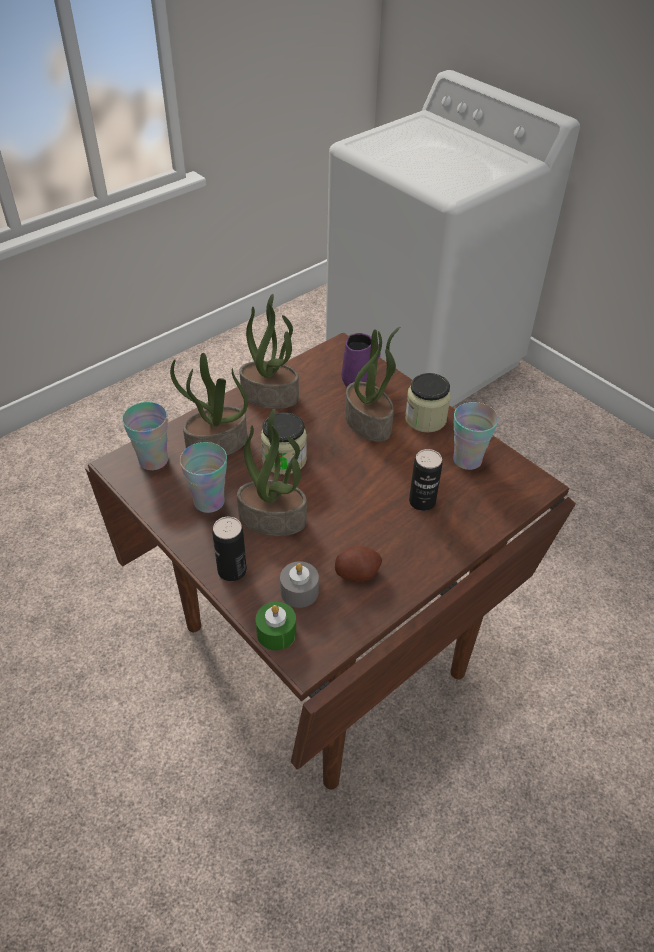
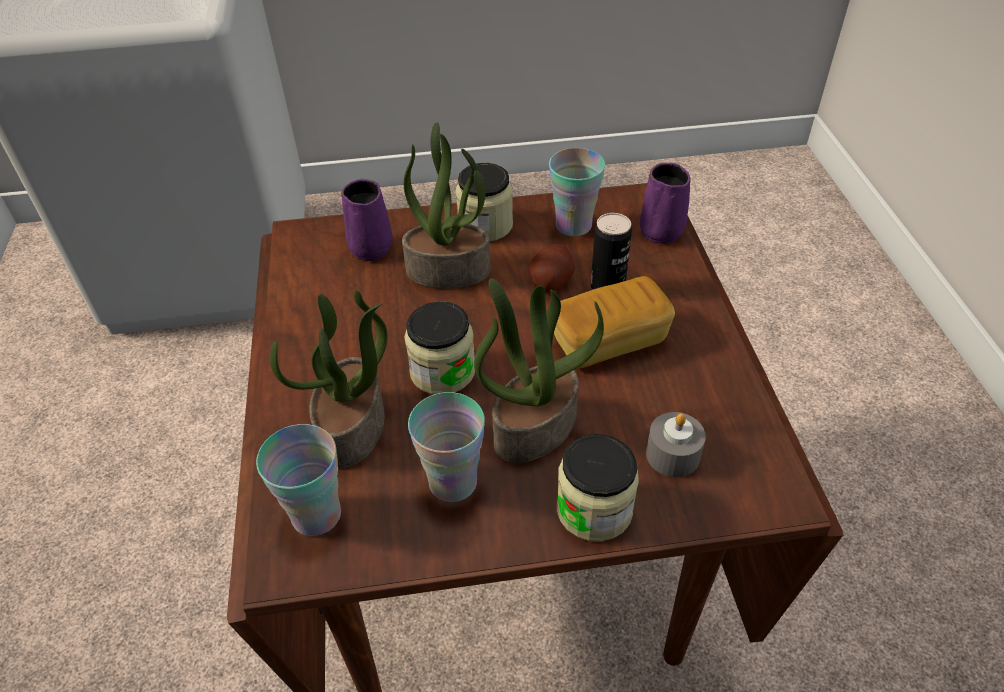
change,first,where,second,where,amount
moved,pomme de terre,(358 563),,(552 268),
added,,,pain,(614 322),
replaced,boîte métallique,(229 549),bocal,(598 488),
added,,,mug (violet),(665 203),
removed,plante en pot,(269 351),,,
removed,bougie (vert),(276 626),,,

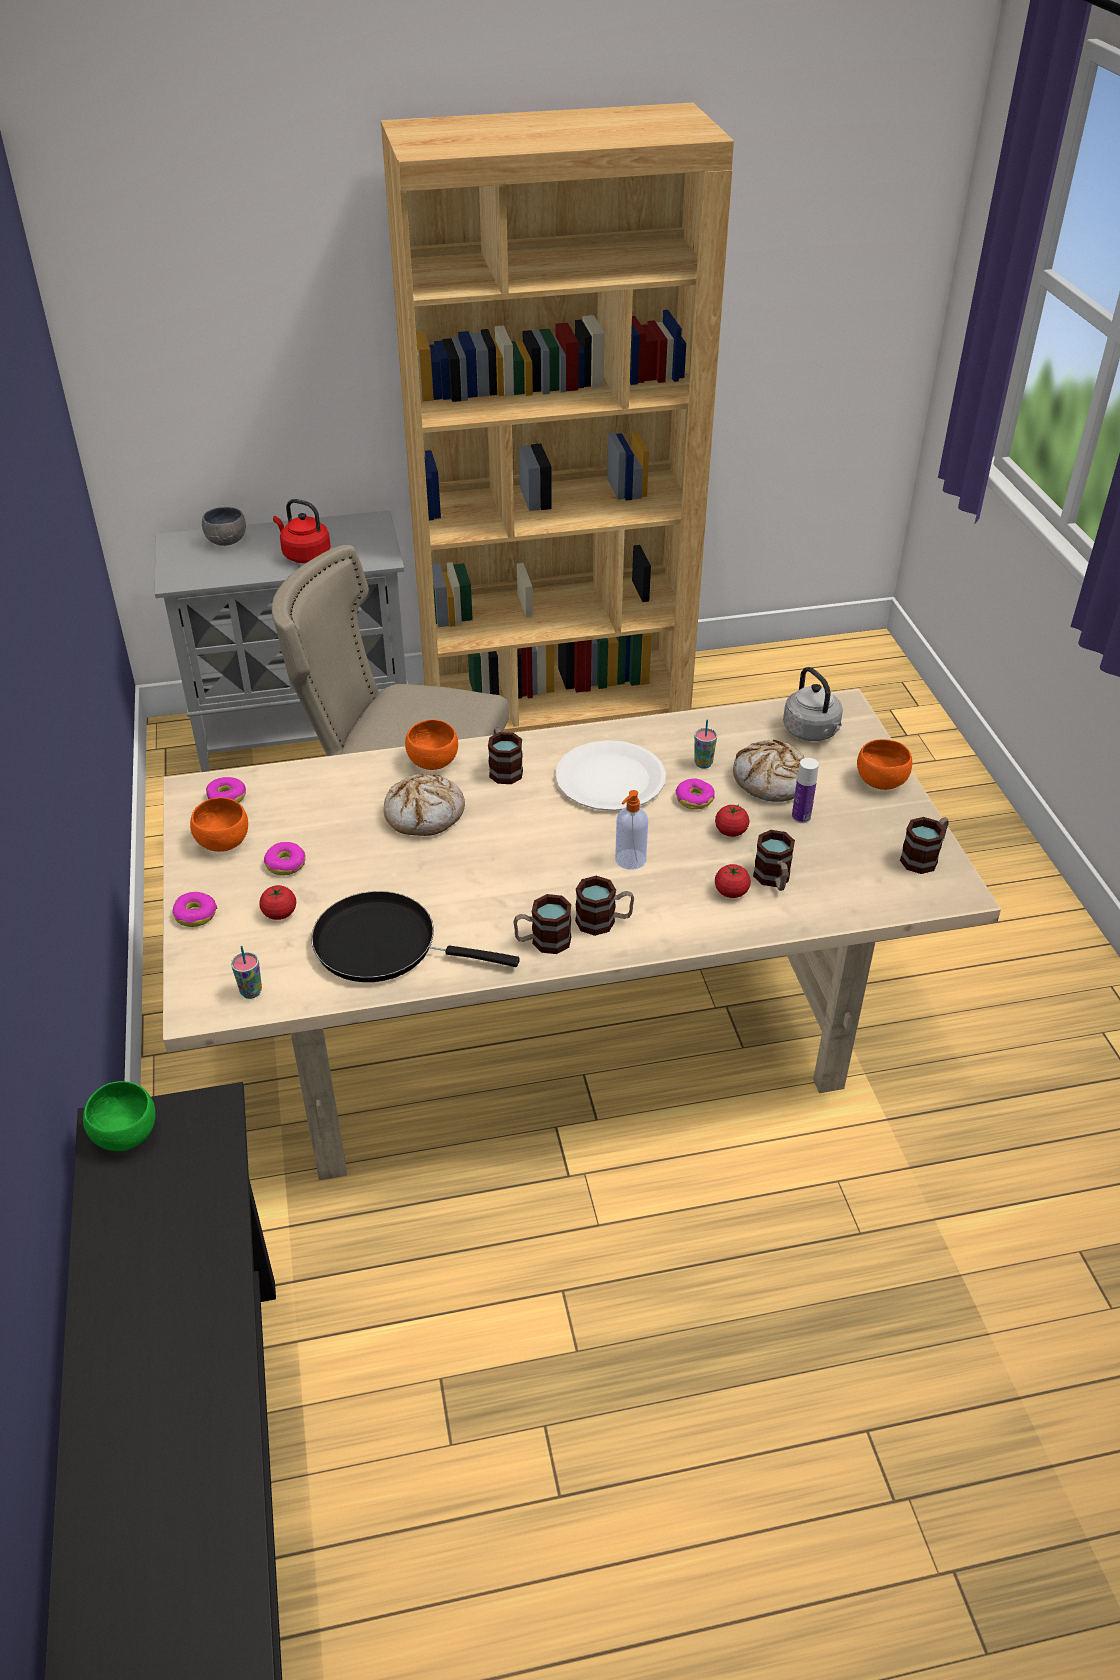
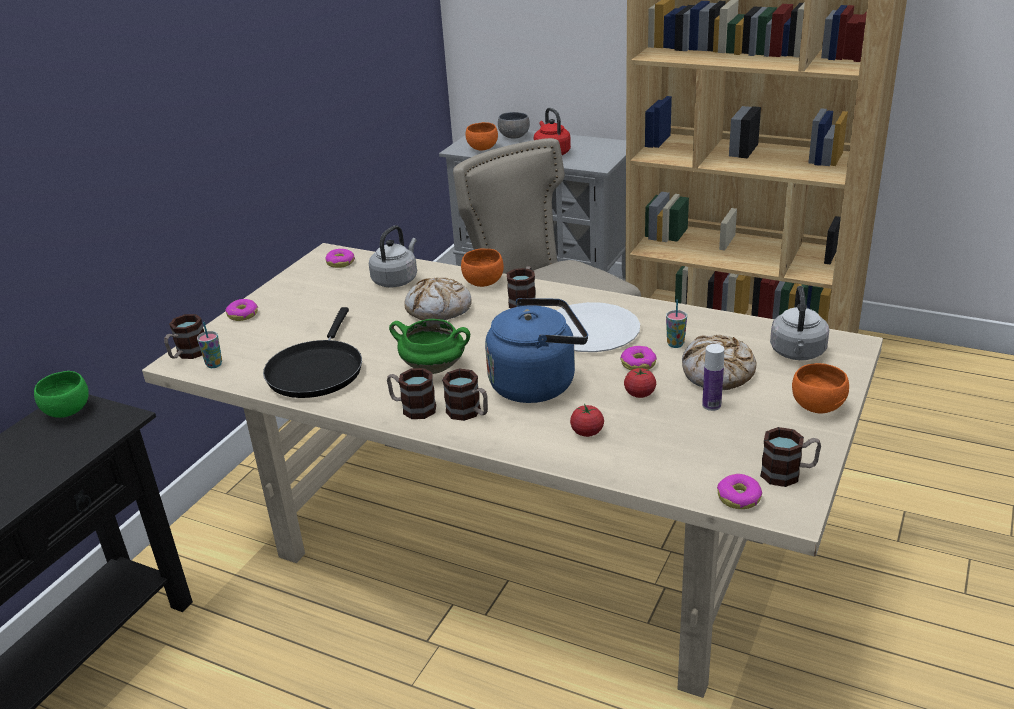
change,first,where,second,where,amount
moved,mug,(774 860),,(184 336),
turned,poêle (noir),(415 936),,(312 352),135 degrees counterclockwise
added,,,bouilloire (gris),(393 256),
added,,,marmite (vert),(429 346),
moved,bol (orange),(219 824),,(482 136),
replaced,distributeur de savon,(631 830),bouilloire (bleu),(536 350),
moved,beignet,(284 859),,(739 491),
removed,tomate,(277 902),,,

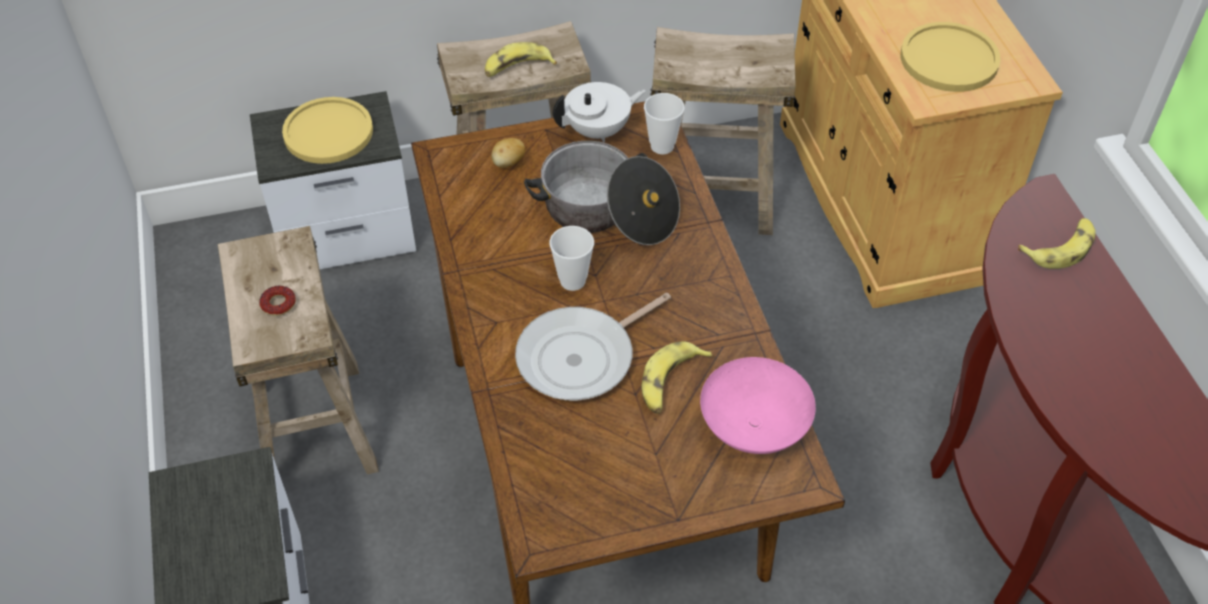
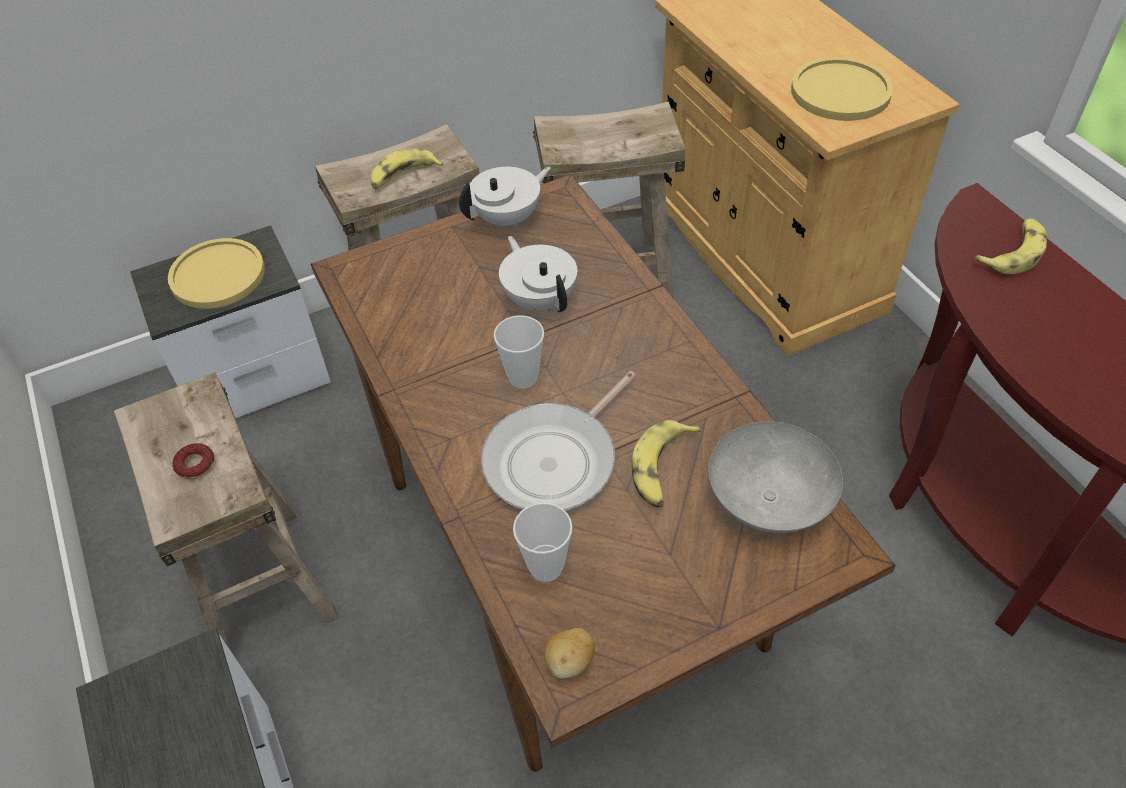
change,first,where,second,where,amount
replaced,marmite,(602 193),théière (blanc),(538 274),
moved,tasse,(664 123),,(542 542),
moved,pomme de terre,(508 153),,(569 653),
recoloured,bol (rose),(758 405),bol (gris),(775 477),

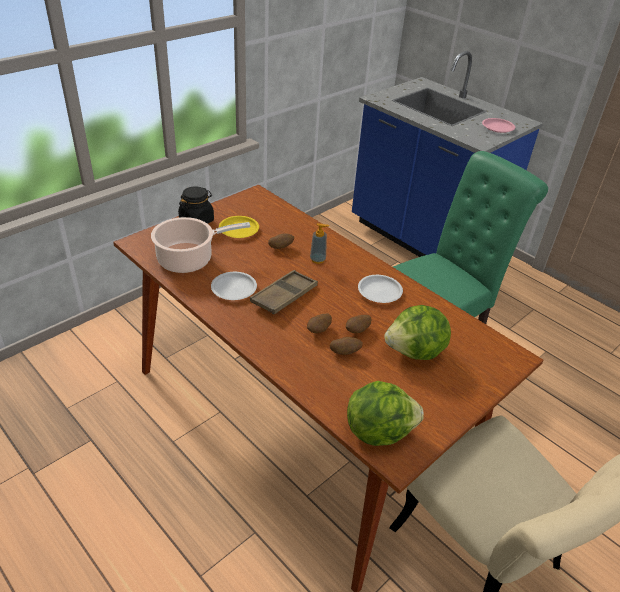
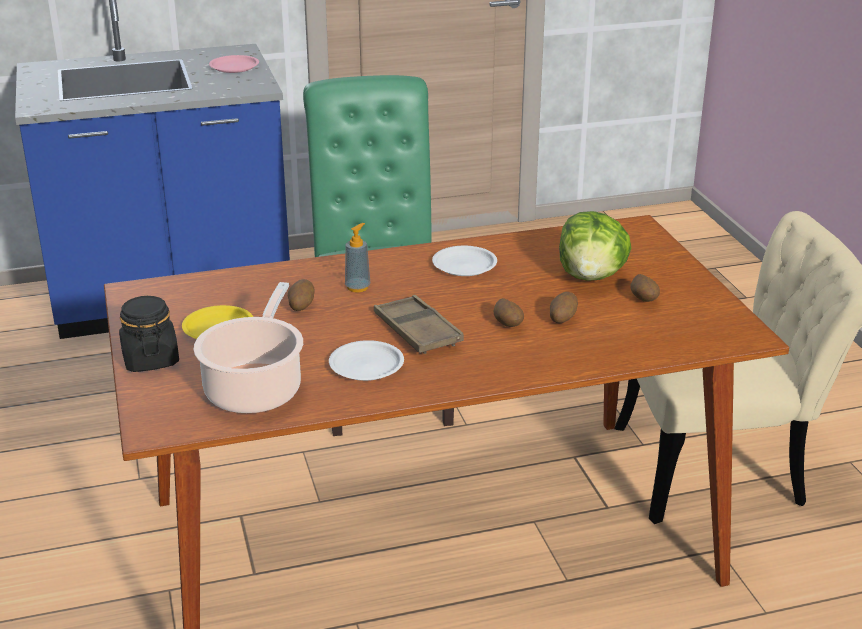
change,first,where,second,where,amount
moved,pomme de terre,(359 324),,(645 288),
removed,laitue,(385 413),,,

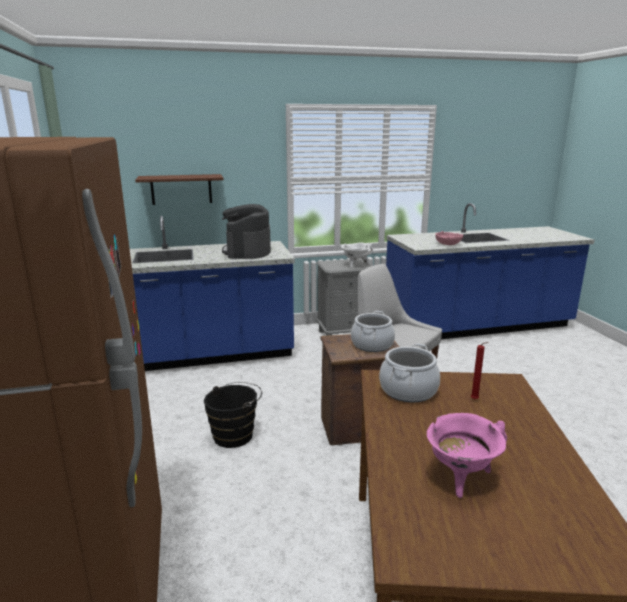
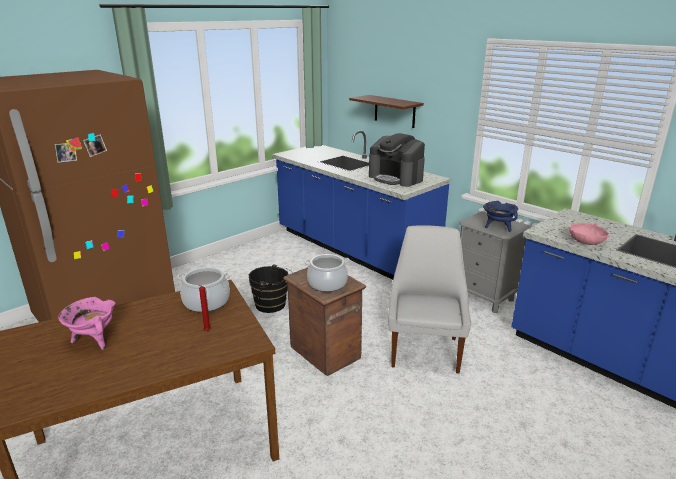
change,first,where,second,where,amount
turned,machine à café,(246 231),,(397 160),105 degrees counterclockwise
recoloured,marmite (blanc),(357 255),marmite (bleu),(500 216),

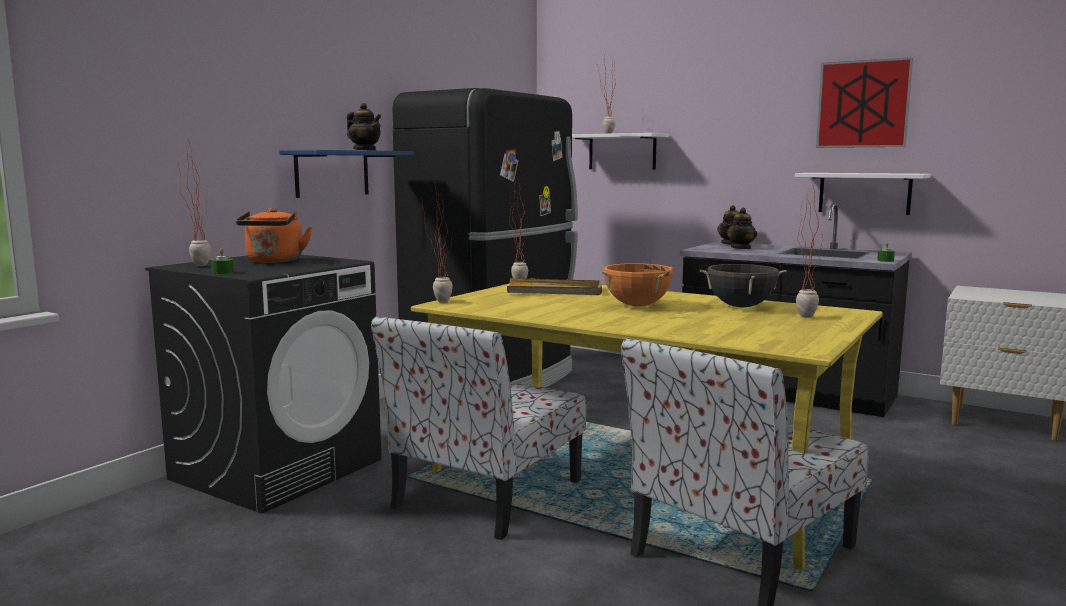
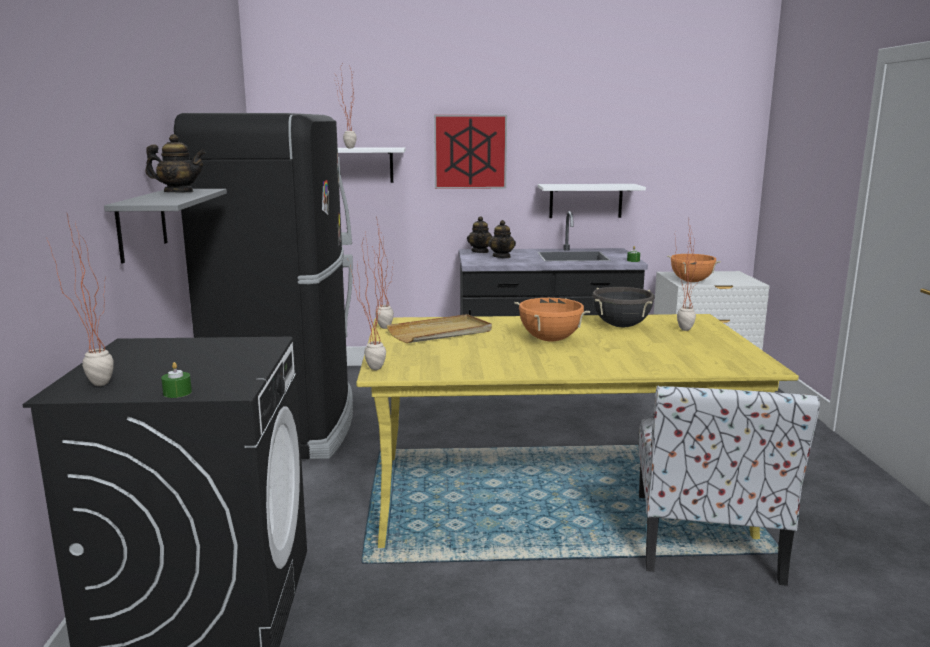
change,first,where,second,where,amount
recoloured,étagère (bleu),(346 174),étagère (gris),(165 226),
moved,tableau,(864 102),,(470 152),
added,,,marmite (orange),(694 268),
removed,bouilloire (orange),(274 235),,,
removed,chaise,(478 428),,,

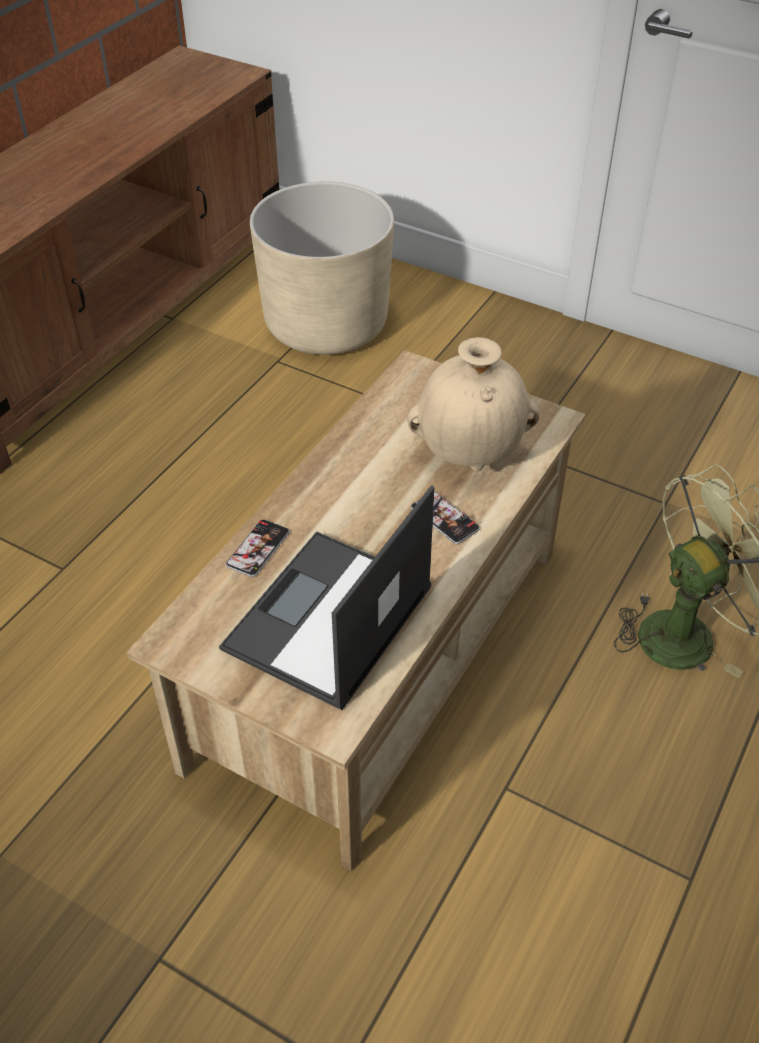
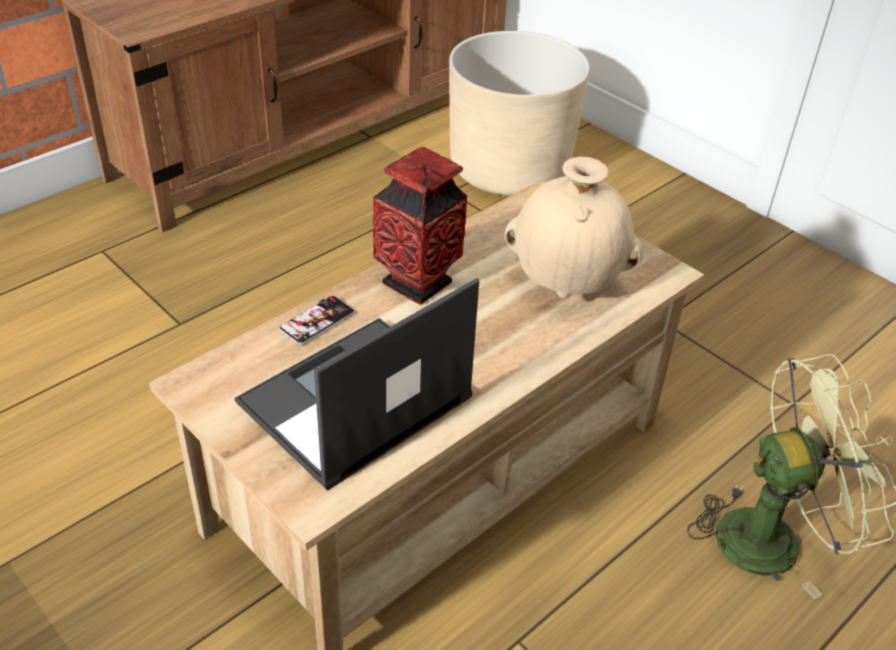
change,first,where,second,where,amount
added,,,vase,(420 225),
removed,téléphone,(445 517),,,

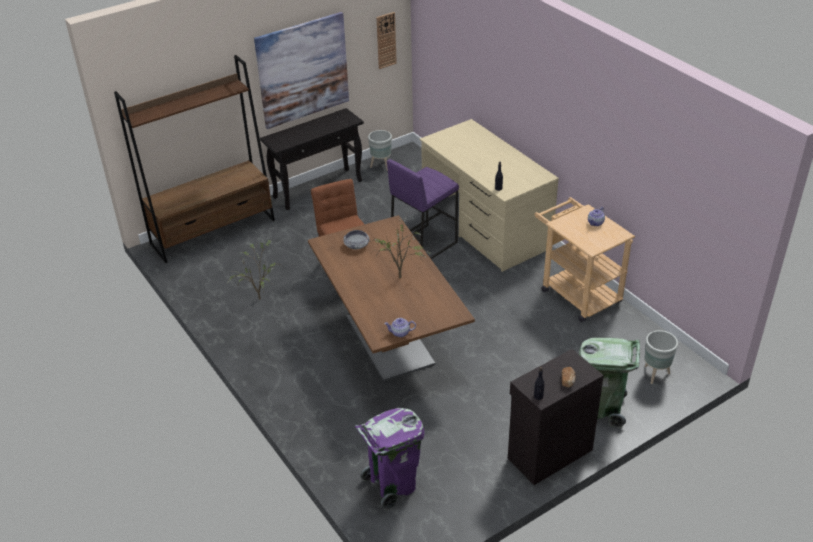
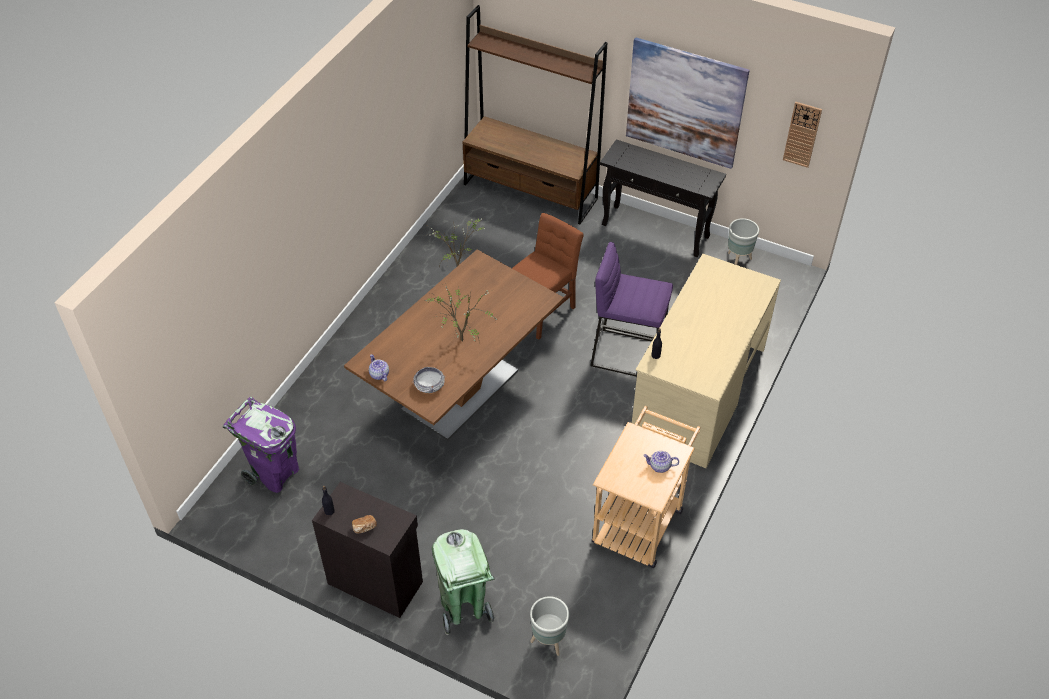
change,first,where,second,where,amount
moved,bol,(356 239),,(429 380),

